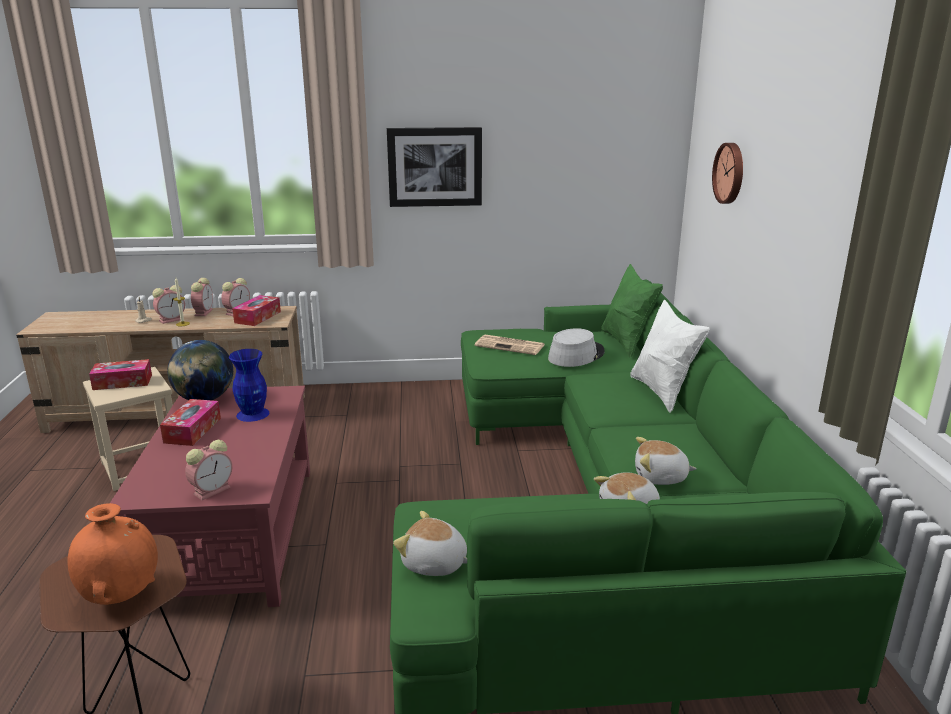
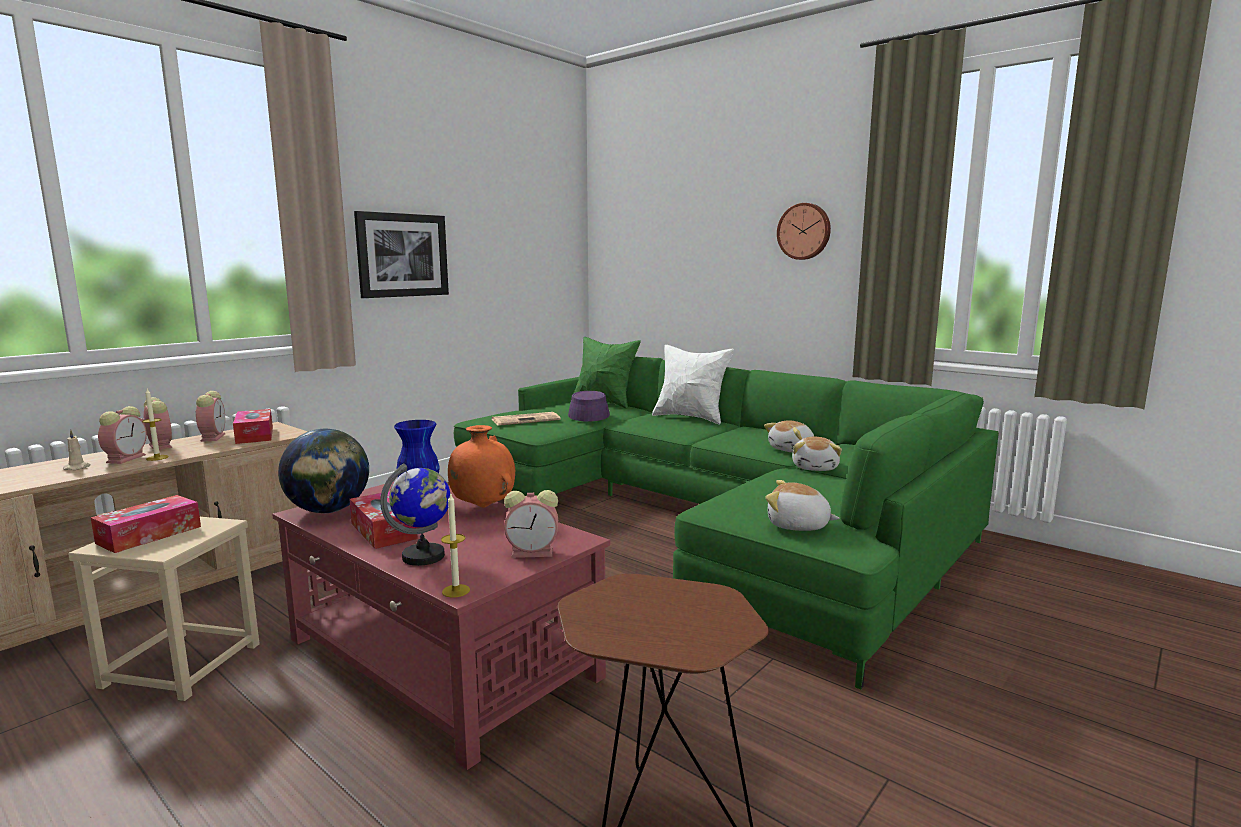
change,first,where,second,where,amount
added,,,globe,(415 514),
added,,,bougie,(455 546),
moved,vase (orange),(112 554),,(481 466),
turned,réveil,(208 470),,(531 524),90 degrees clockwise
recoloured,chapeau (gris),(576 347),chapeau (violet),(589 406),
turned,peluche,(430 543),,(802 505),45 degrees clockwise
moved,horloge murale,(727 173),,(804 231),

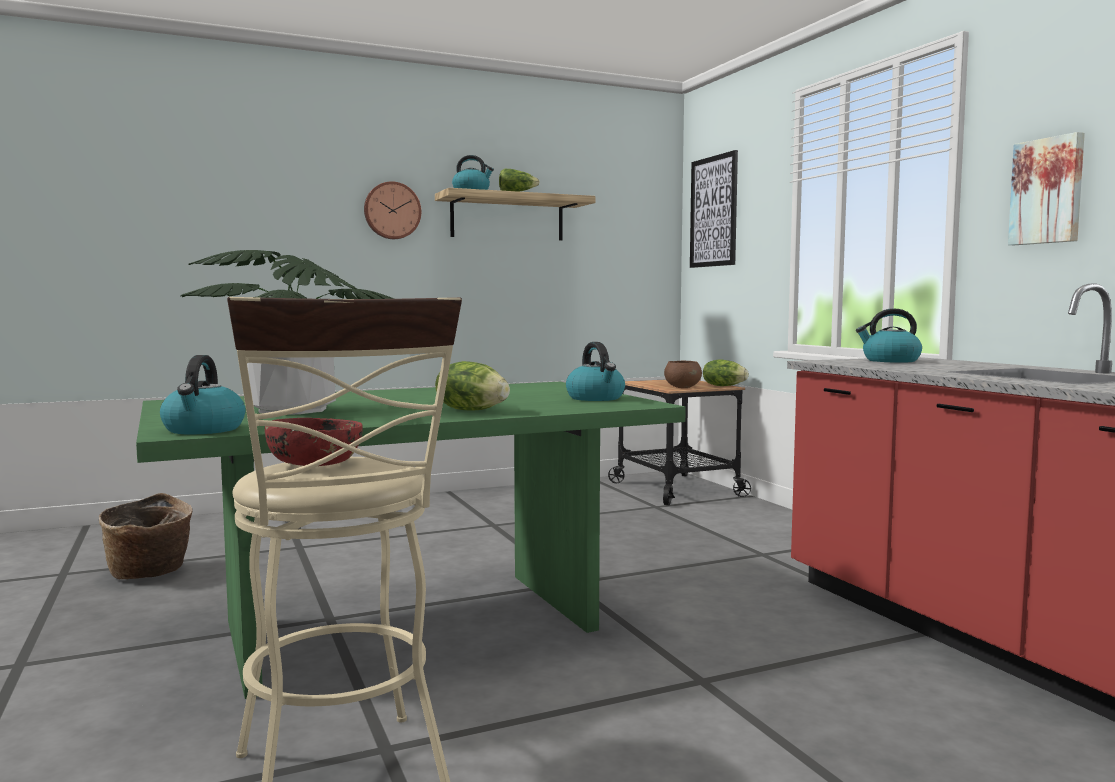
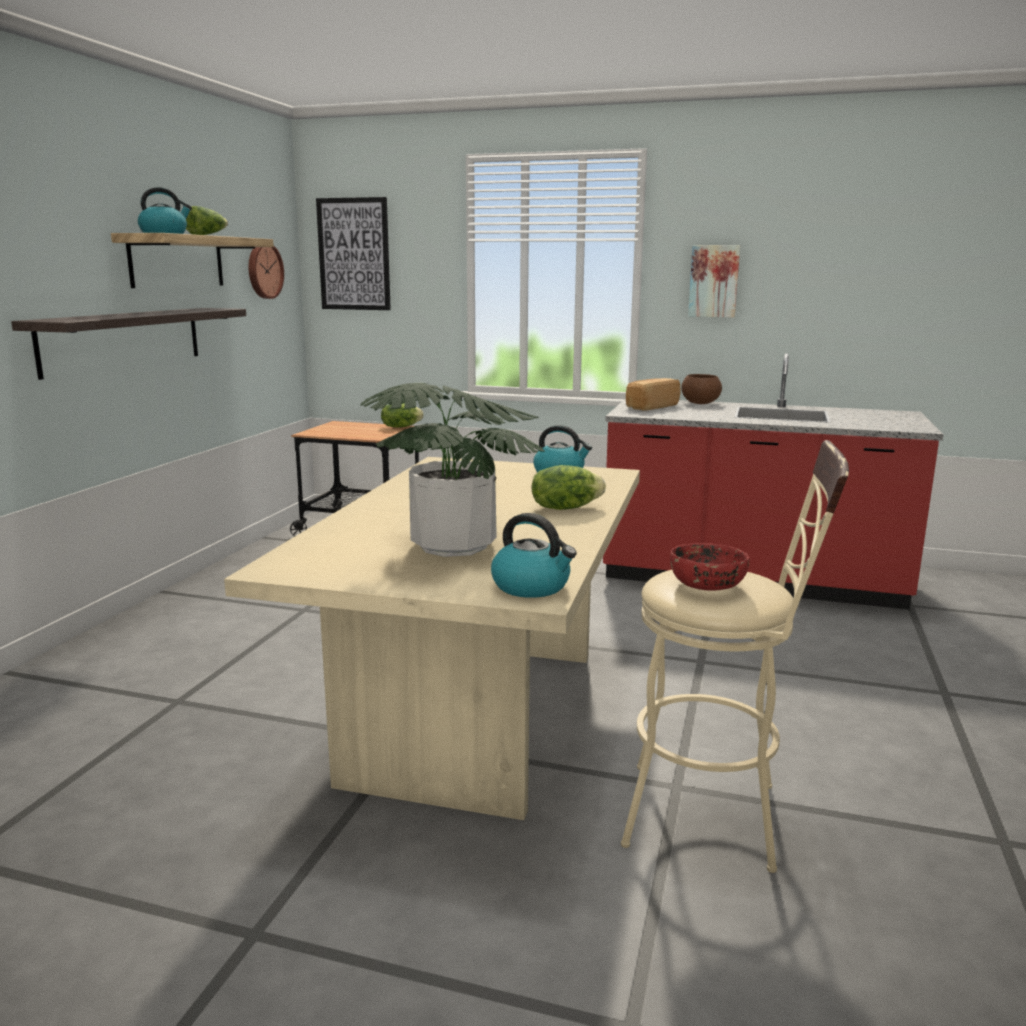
change,first,where,second,where,amount
added,,,étagère,(128 344),
recoloured,table à manger (vert),(411 540),table à manger (beige),(432 638),
moved,horloge murale,(392 210),,(266 272),
replaced,bouilloire,(889 336),pain,(653 394),
moved,bol (marron),(683 374),,(701 389),
removed,panier,(146 536),,,

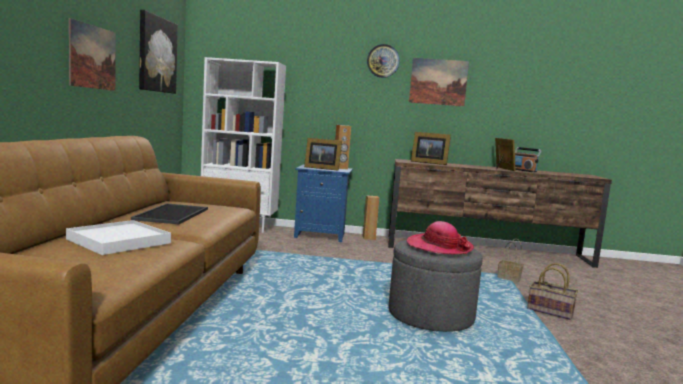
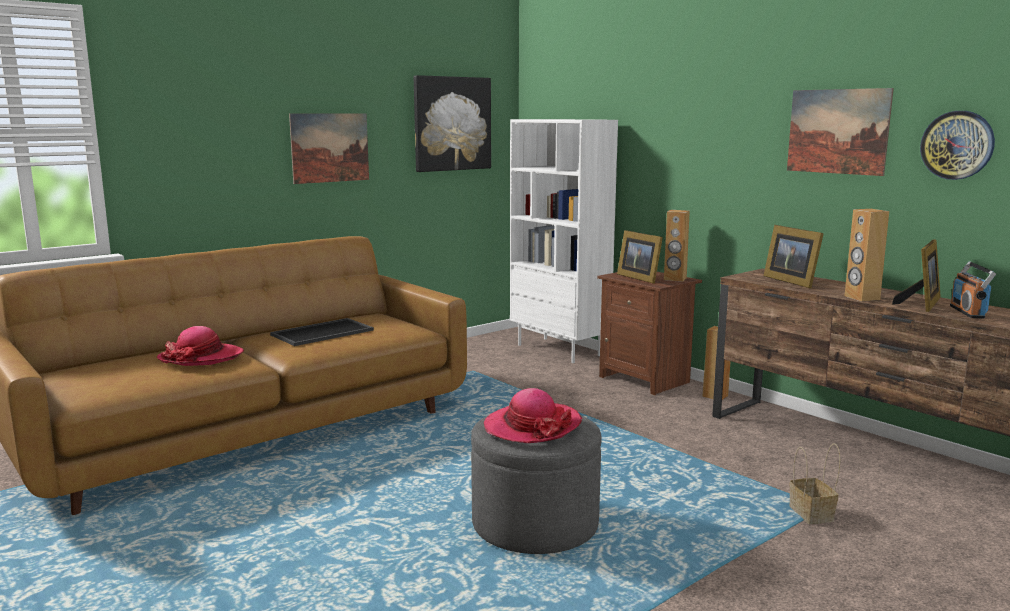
change,first,where,second,where,amount
replaced,plateau (blanc),(118 237),chapeau,(200 346),
recoloured,table de chevet (bleu),(323 203),table de chevet (marron),(649 333),
added,,,enceinte (marron),(867 255),
moved,horloge murale,(383 61),,(957 145),
removed,panier,(552 291),,,

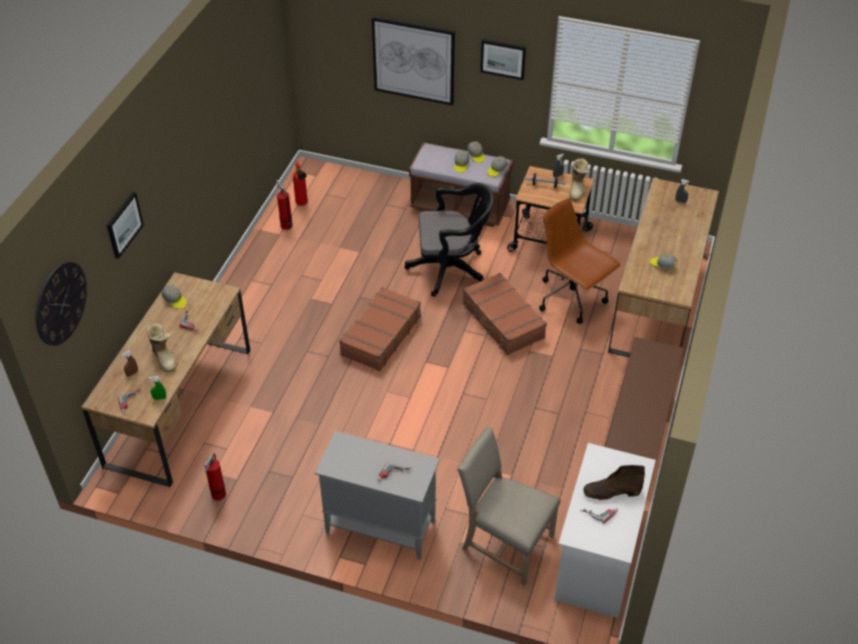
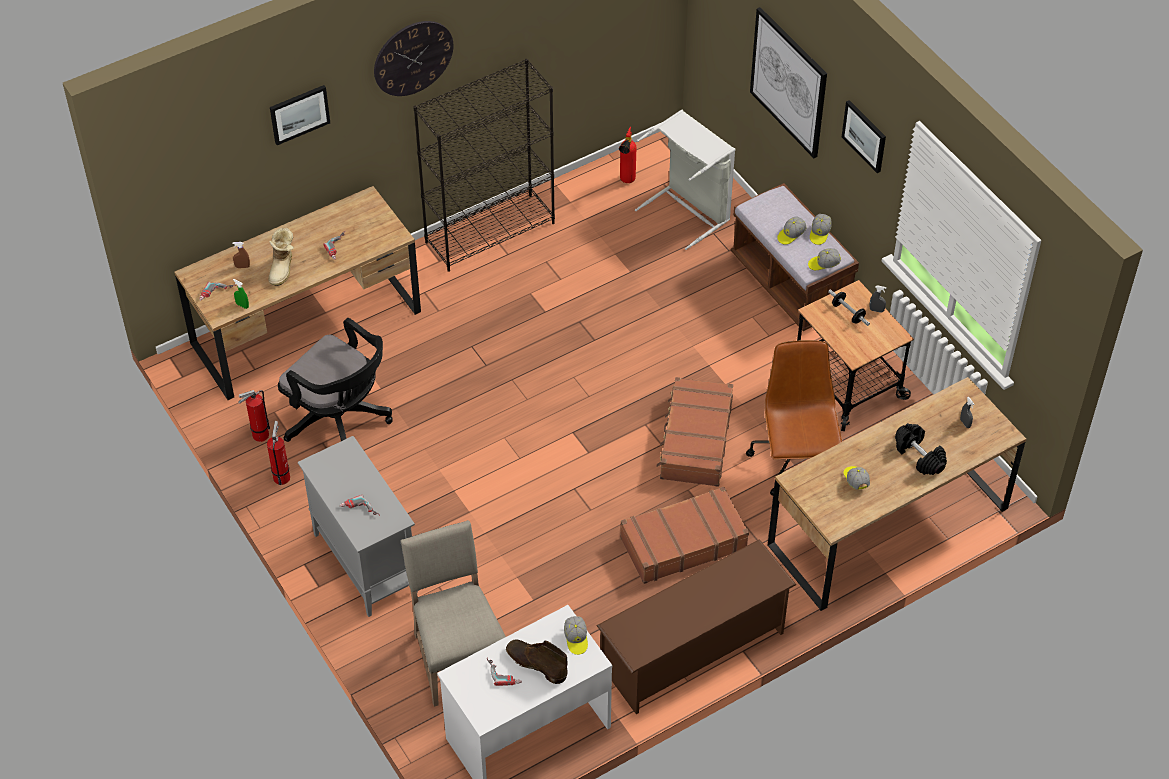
change,first,where,second,where,amount
moved,extincteur,(284 205),,(278 453),
moved,chaise de bureau (noir),(449 240),,(335 380),
moved,horloge murale,(61 304),,(414 58),
added,,,bibliothèque (noir),(484 165),
moved,casquette,(174 297),,(576 635),
moved,valise (marron),(380 329),,(684 535),
added,,,panier à linge (gris),(685 180),
added,,,haltère (noir),(921 449),
removed,botte,(579 179),,,

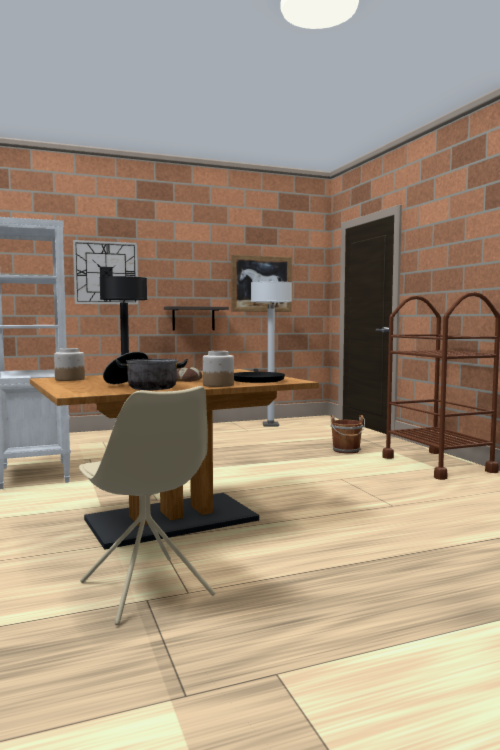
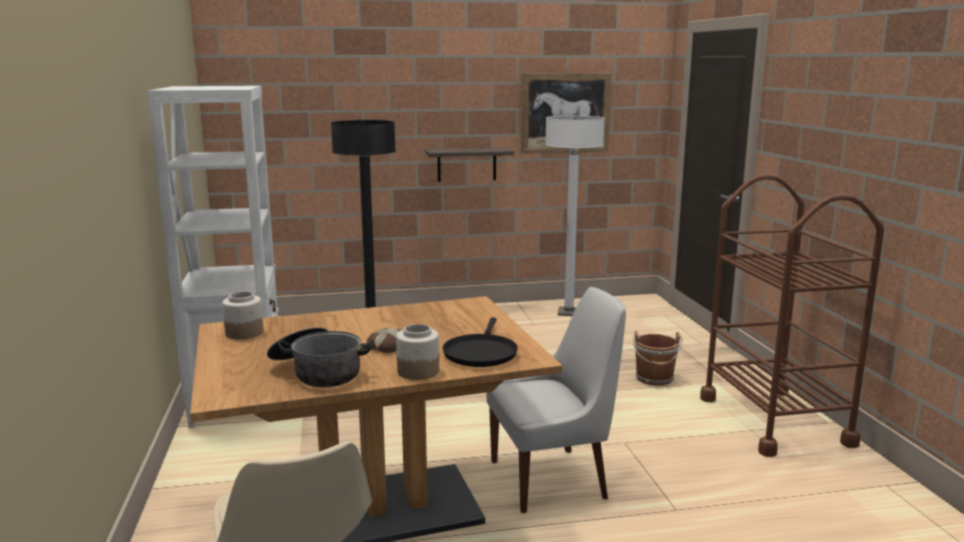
change,first,where,second,where,amount
added,,,chaise (blanc),(556 400),
removed,horloge murale,(105 272),,,

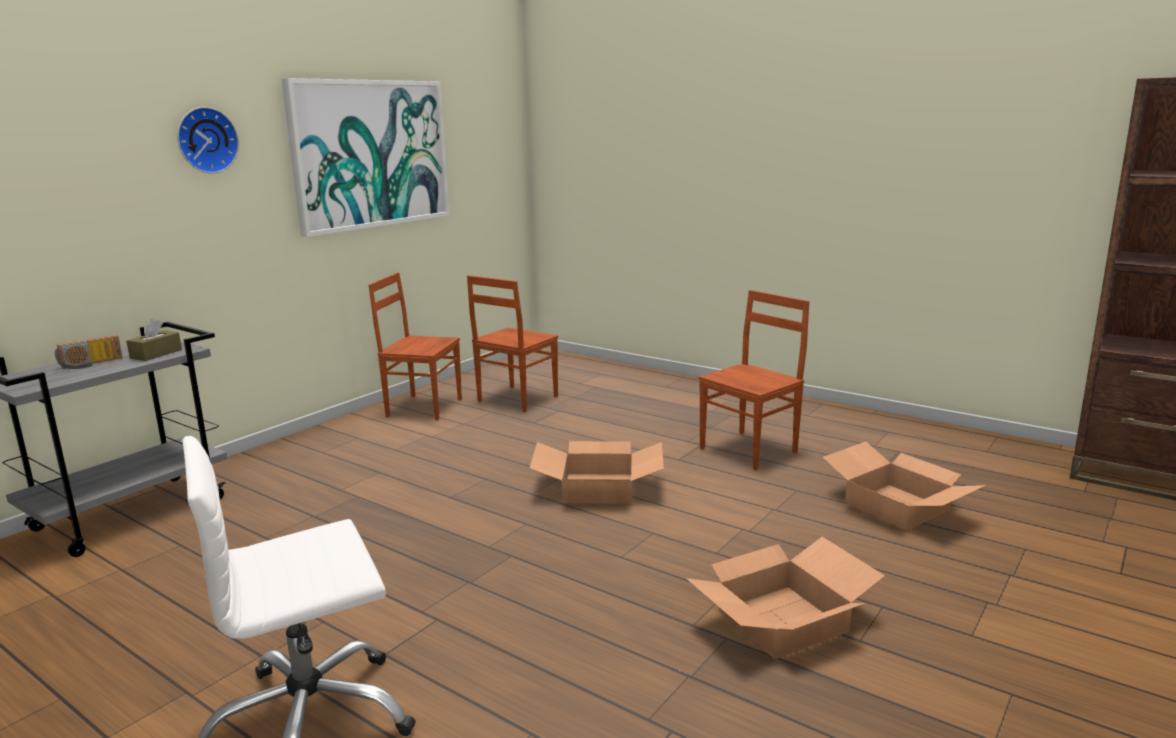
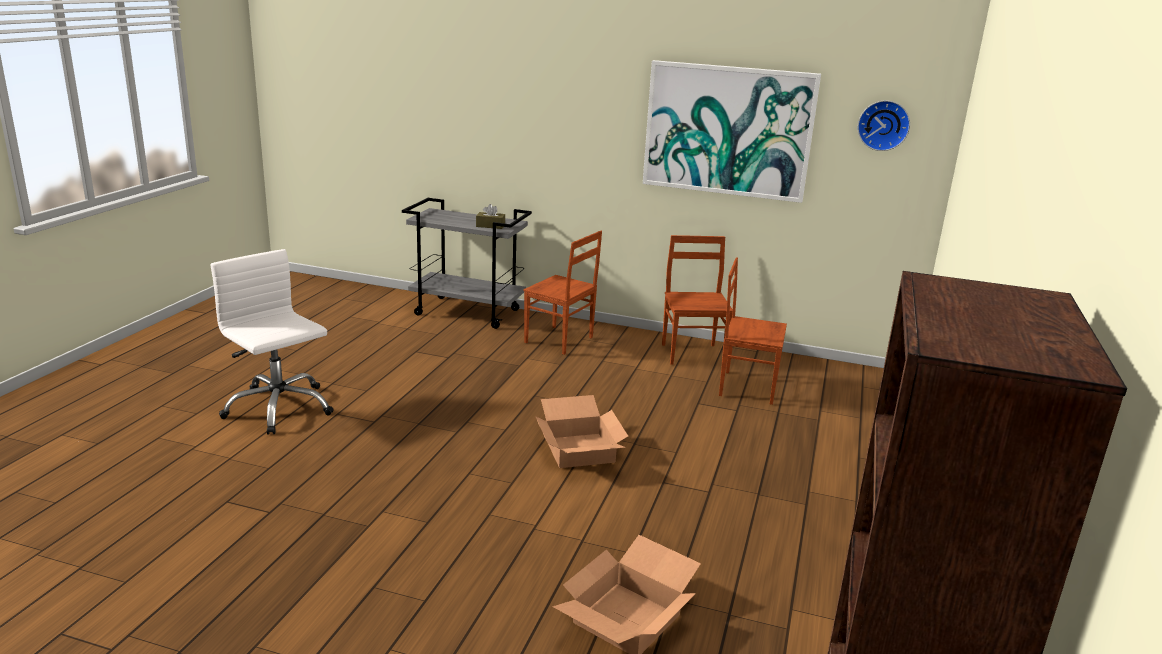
change,first,where,second,where,amount
moved,chaise (marron),(754 380),,(563 293),
moved,horloge murale,(208 140),,(883 125),
removed,radio,(89 352),,,
removed,carton,(785 598),,,

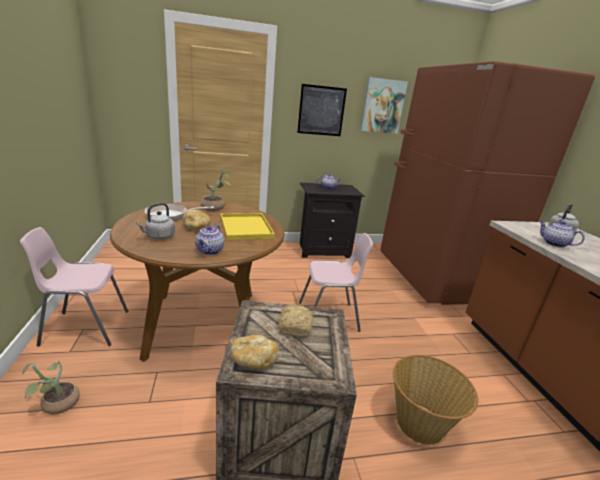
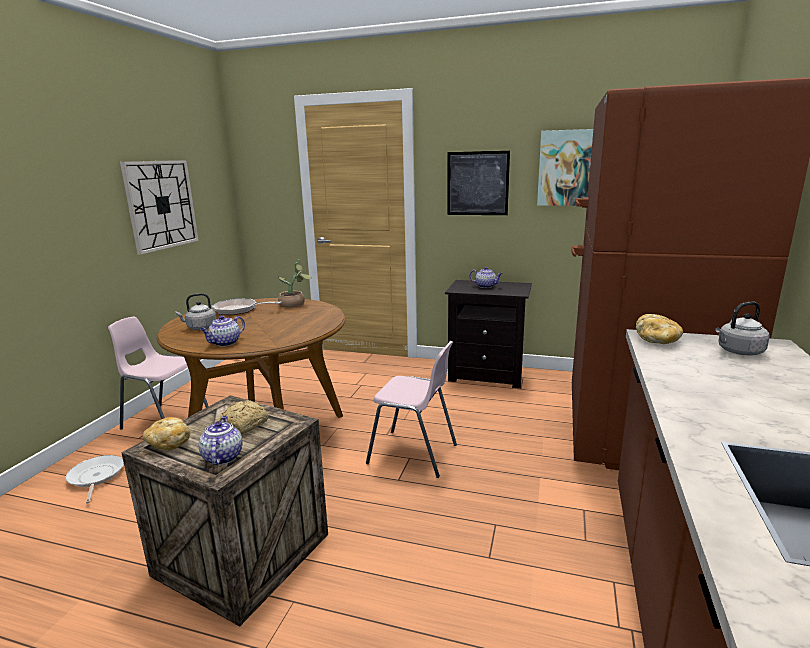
change,first,where,second,where,amount
replaced,plante en pot,(51 387),poêle,(94 479),
added,,,horloge murale,(159 207),
moved,théière,(562 234),,(220 440),
moved,pain,(197 220),,(659 329),
removed,plateau (jaune),(247 226),,,
removed,panier,(435 400),,,

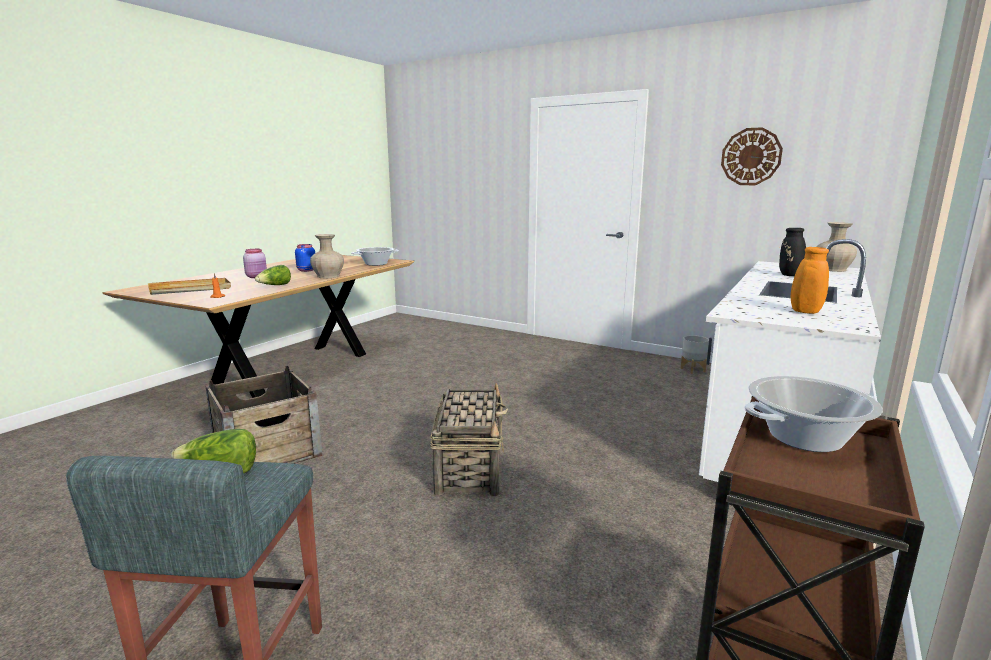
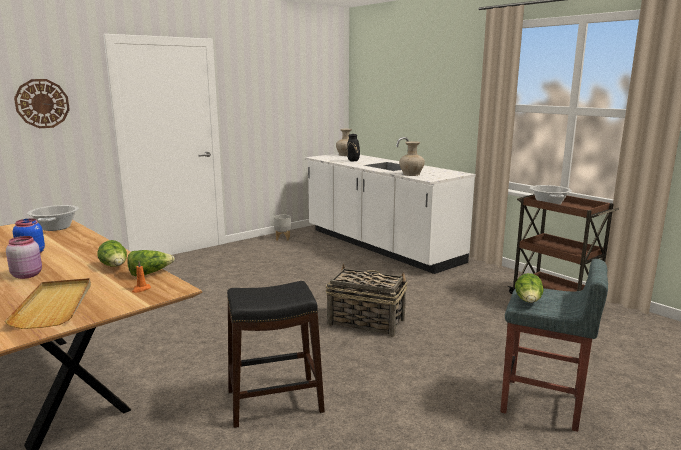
change,first,where,second,where,amount
moved,horloge murale,(752 156),,(42 103),
added,,,laitue,(151 263),
replaced,caisse,(263 415),tabouret (noir),(276 354),
moved,vase (beige),(327 256),,(412 158),
removed,vase (orange),(810 280),,,

